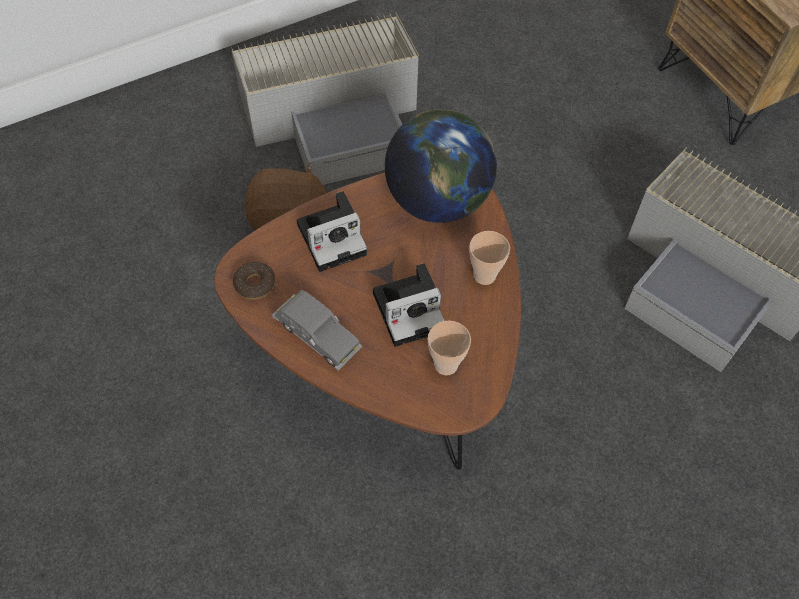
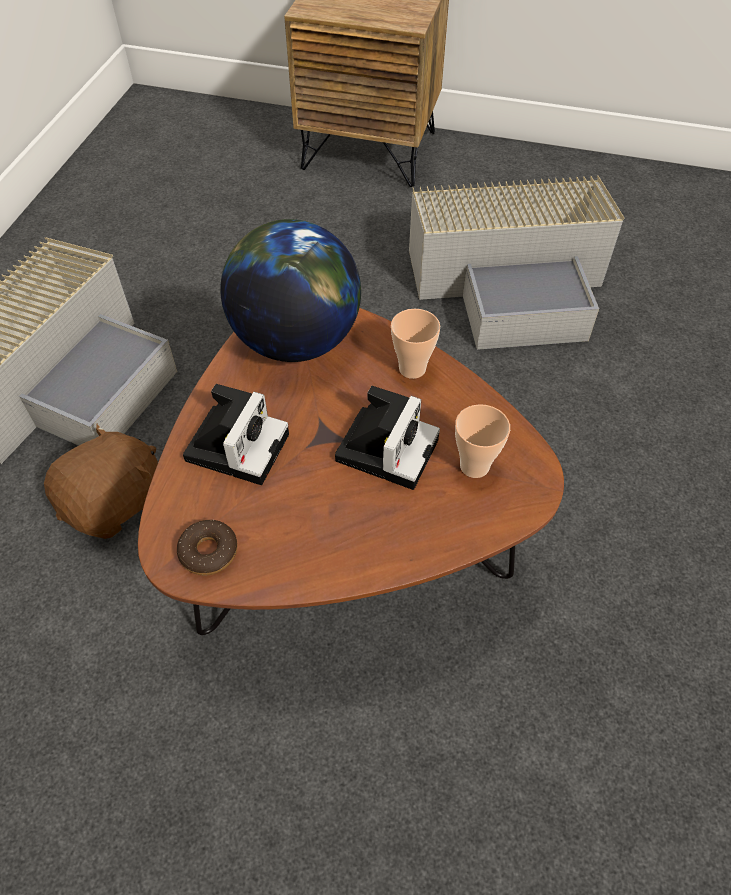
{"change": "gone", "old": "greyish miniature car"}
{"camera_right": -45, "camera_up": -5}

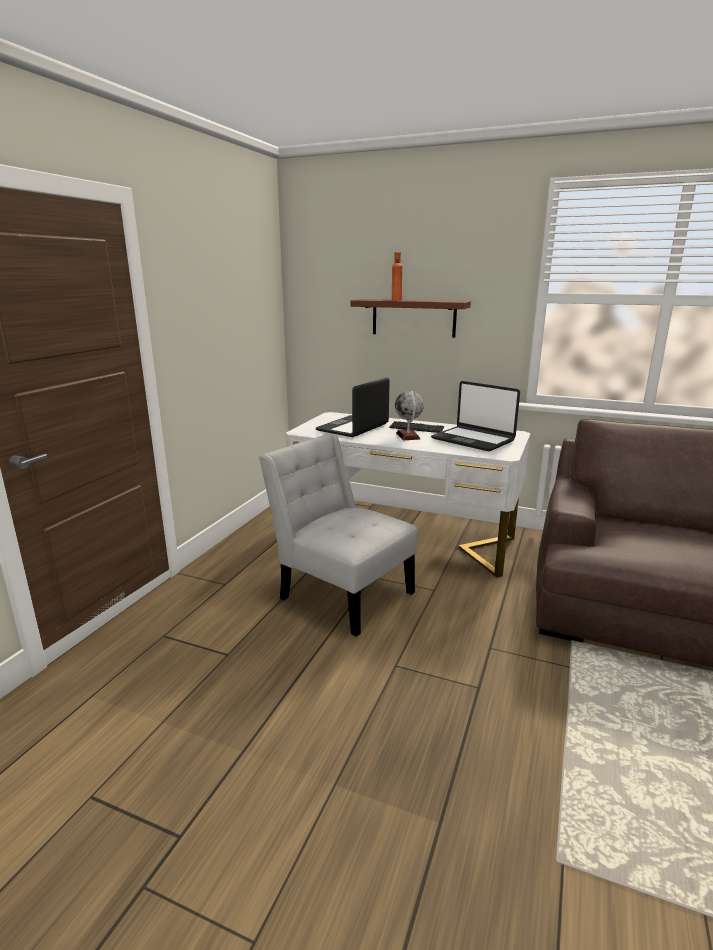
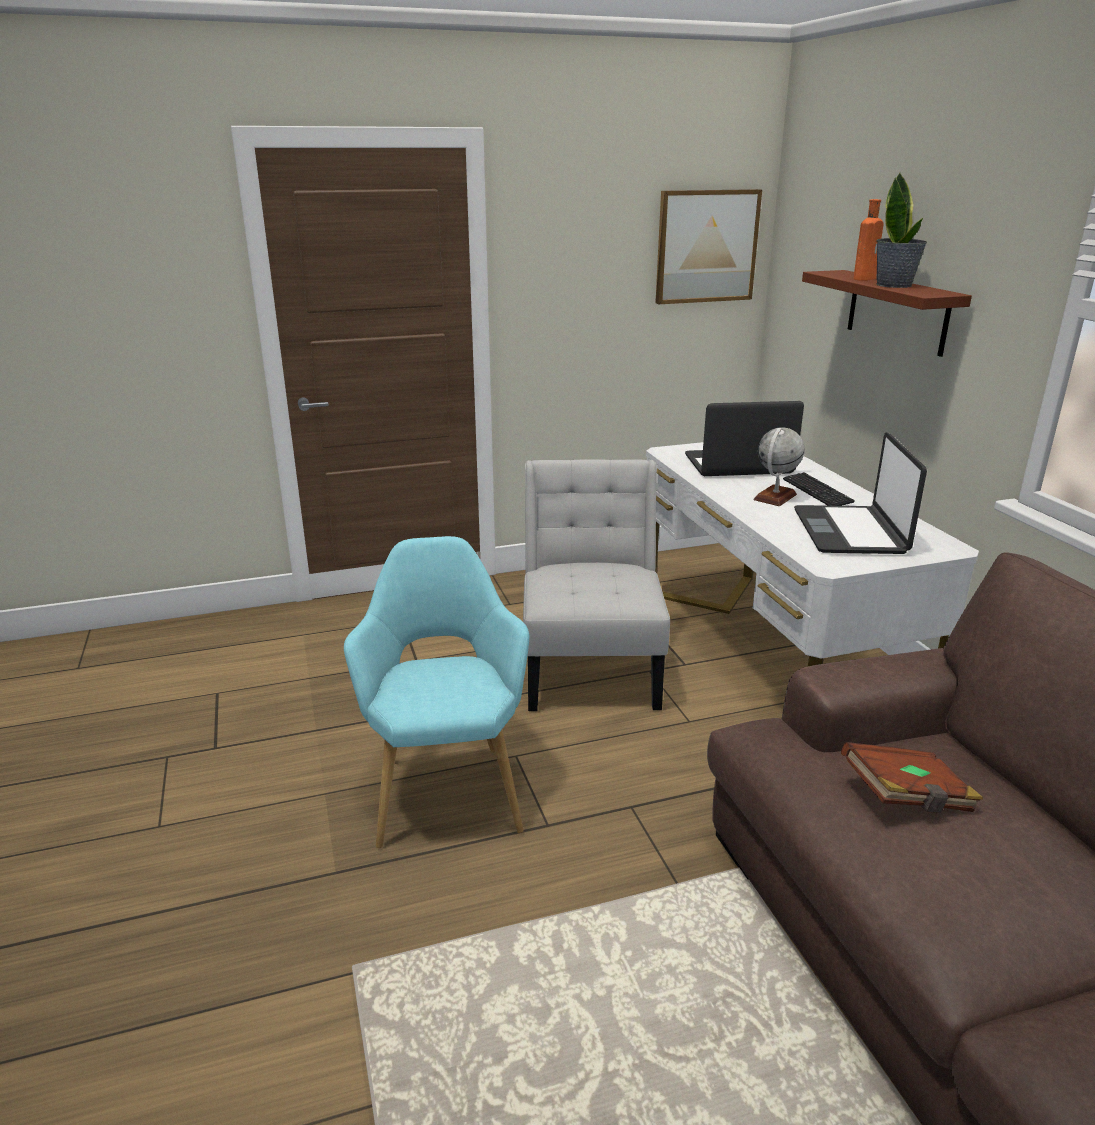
{"change": "new", "new": "plant in a pot"}
{"change": "new", "new": "wall art"}
{"change": "new", "new": "blue-green lounge chair"}
{"change": "new", "new": "brown bound book"}
{"camera_right": 50, "camera_up": 5}

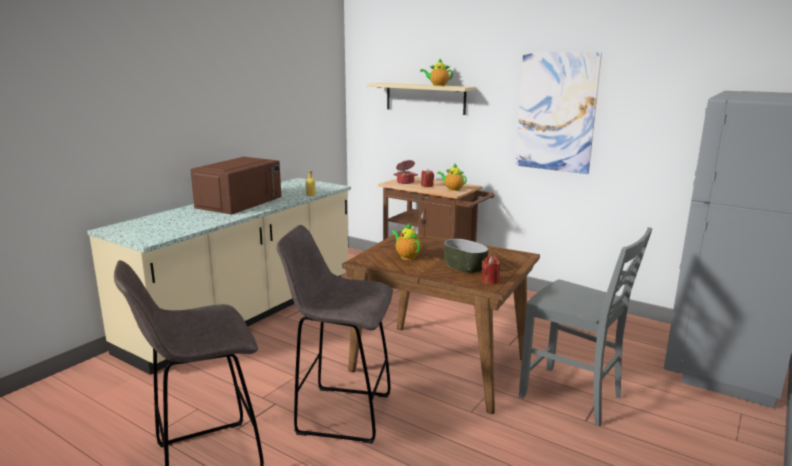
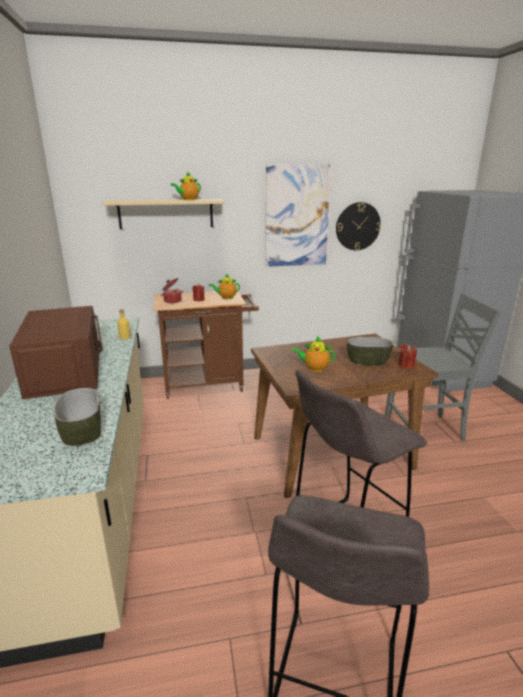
{"change": "new", "new": "hanging clock"}
{"change": "new", "new": "deep dish (no. 1 from left)"}
{"camera_right": -45, "camera_up": 5}

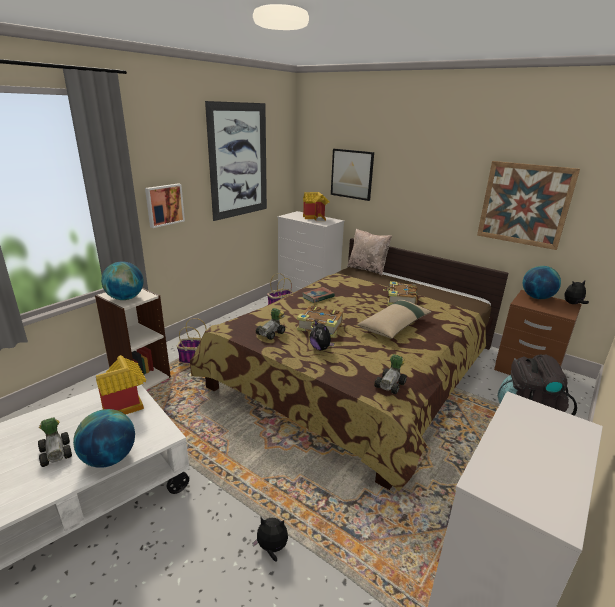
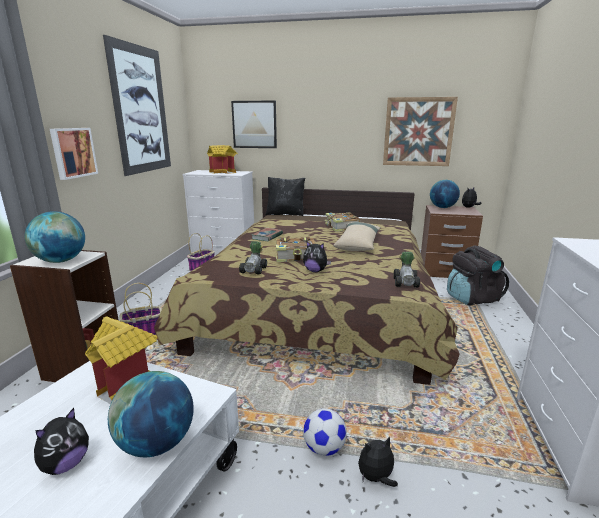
{"change": "repainted", "old": "sand-coloured cushion (no. 1 from left)", "new": "black cushion"}
{"change": "swapped", "old": "miniature car (no. 1 from left)", "new": "plush toy (no. 1 from left)"}
{"change": "new", "new": "ball for football"}
{"camera_right": -25, "camera_up": -5}

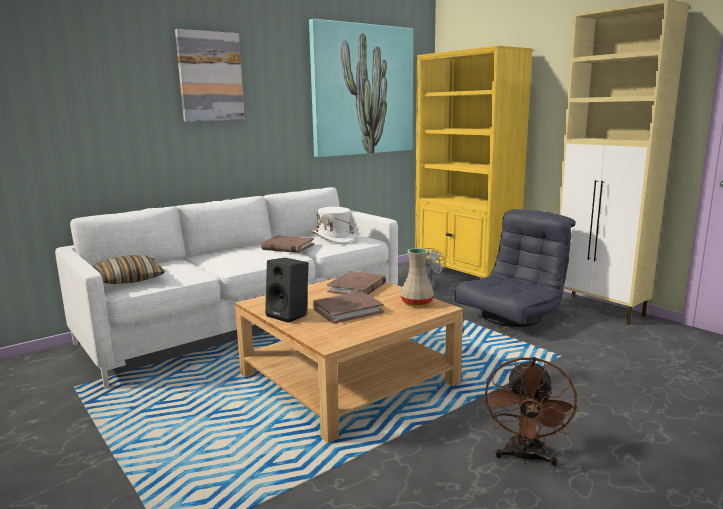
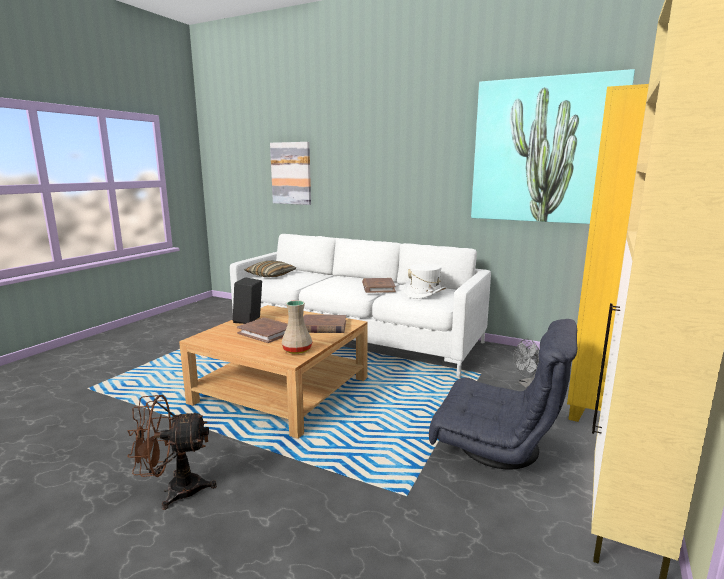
{"change": "shifted", "old": "wall art (no. 1 from left)"}
{"camera_right": 65, "camera_up": 0}

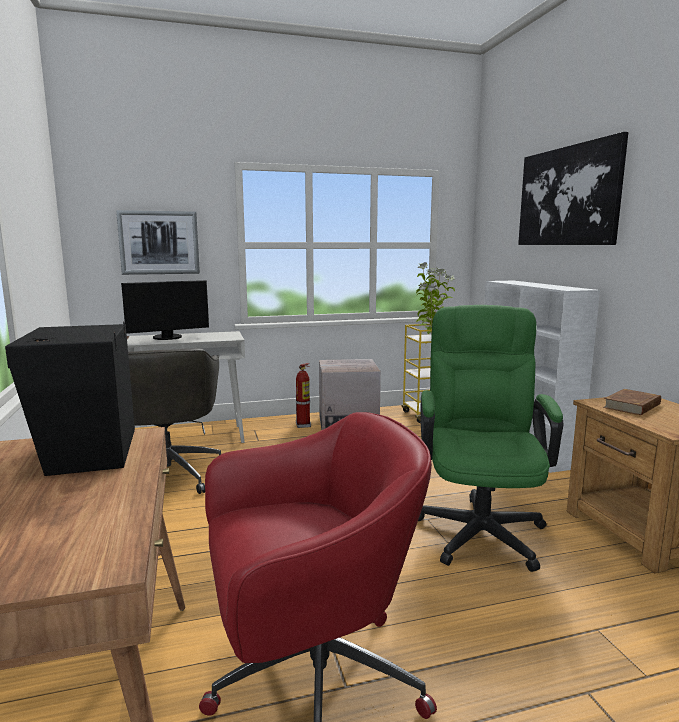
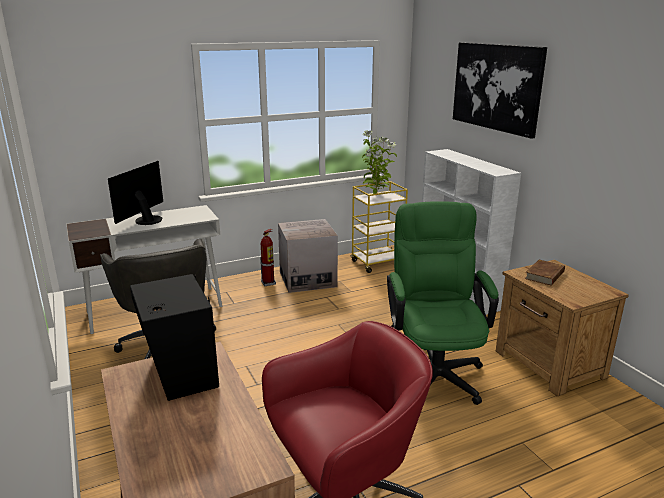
{"change": "gone", "old": "wall art (no. 1 from left)"}
{"change": "rotated", "old": "monitor", "degrees": 150}
{"camera_right": -10, "camera_up": 10}

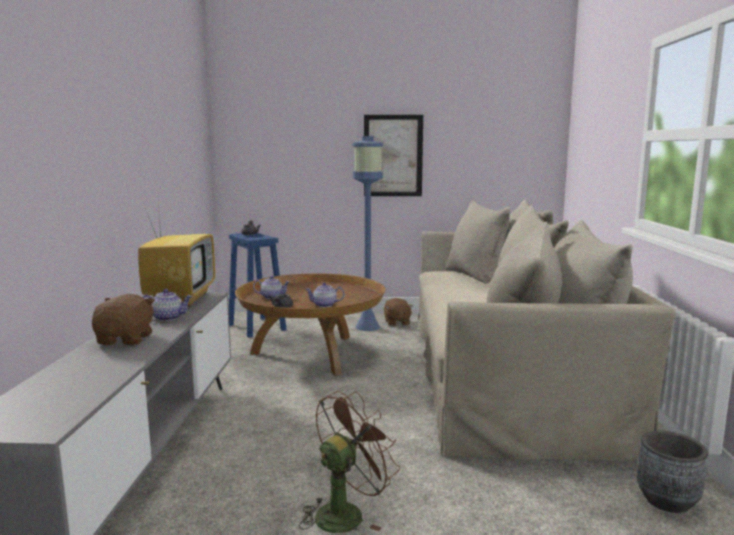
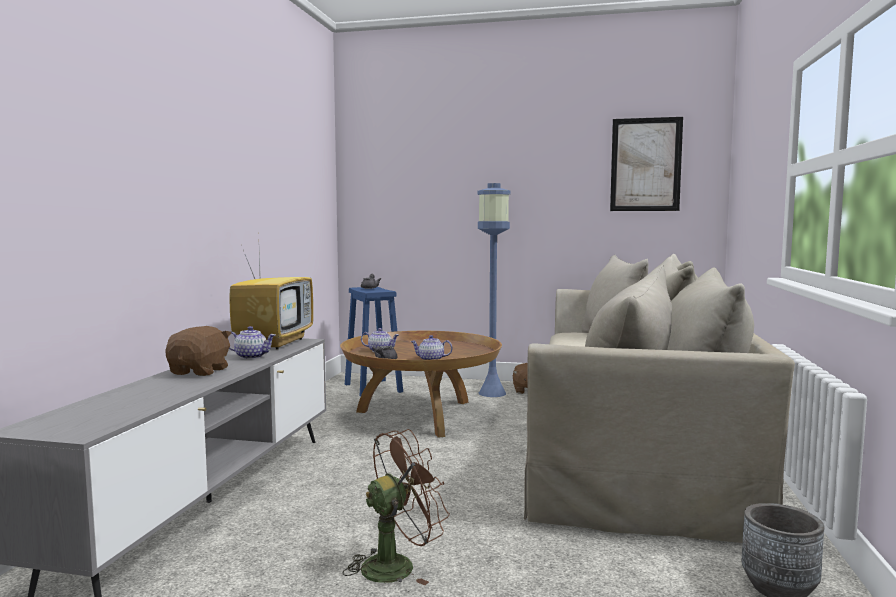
{"change": "shifted", "old": "wall art"}
{"camera_right": 10, "camera_up": -5}

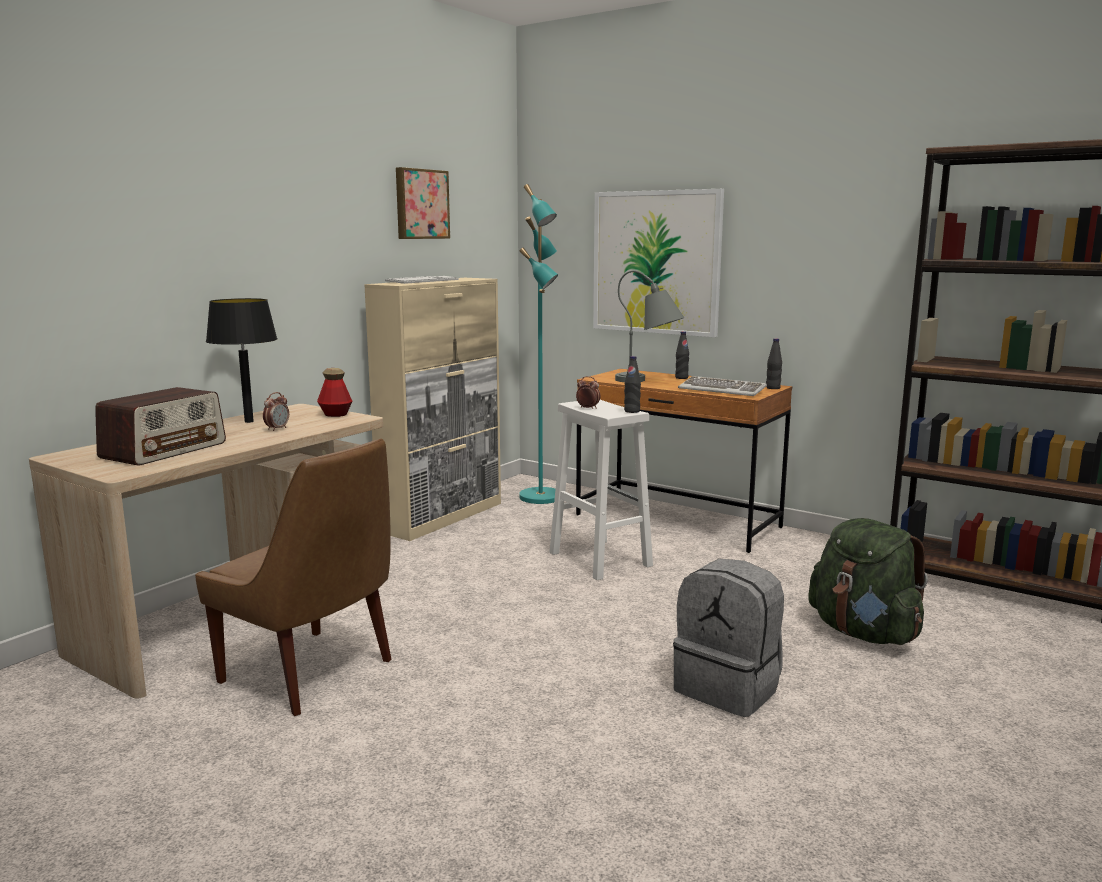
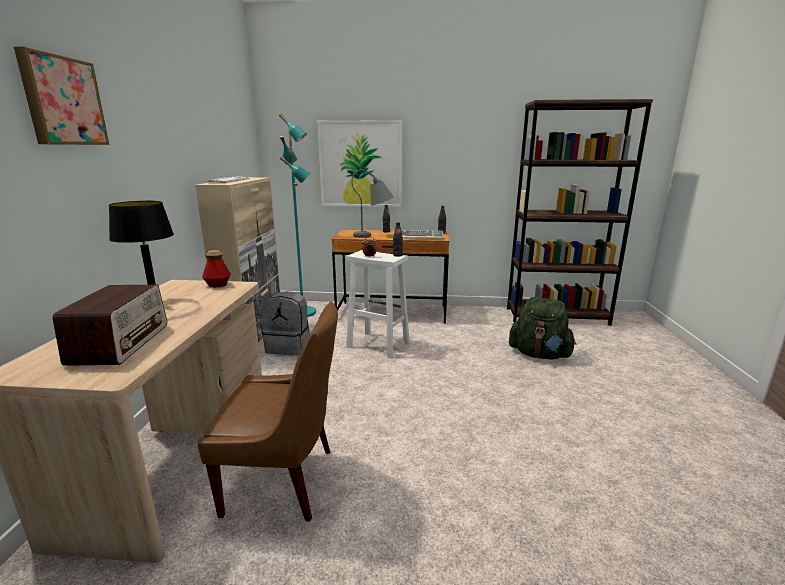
{"change": "shifted", "old": "wall art (no. 1 from left)"}
{"change": "gone", "old": "table clock (no. 1 from left)"}
{"change": "shifted", "old": "greyish rucksack"}
{"camera_right": -30, "camera_up": 5}

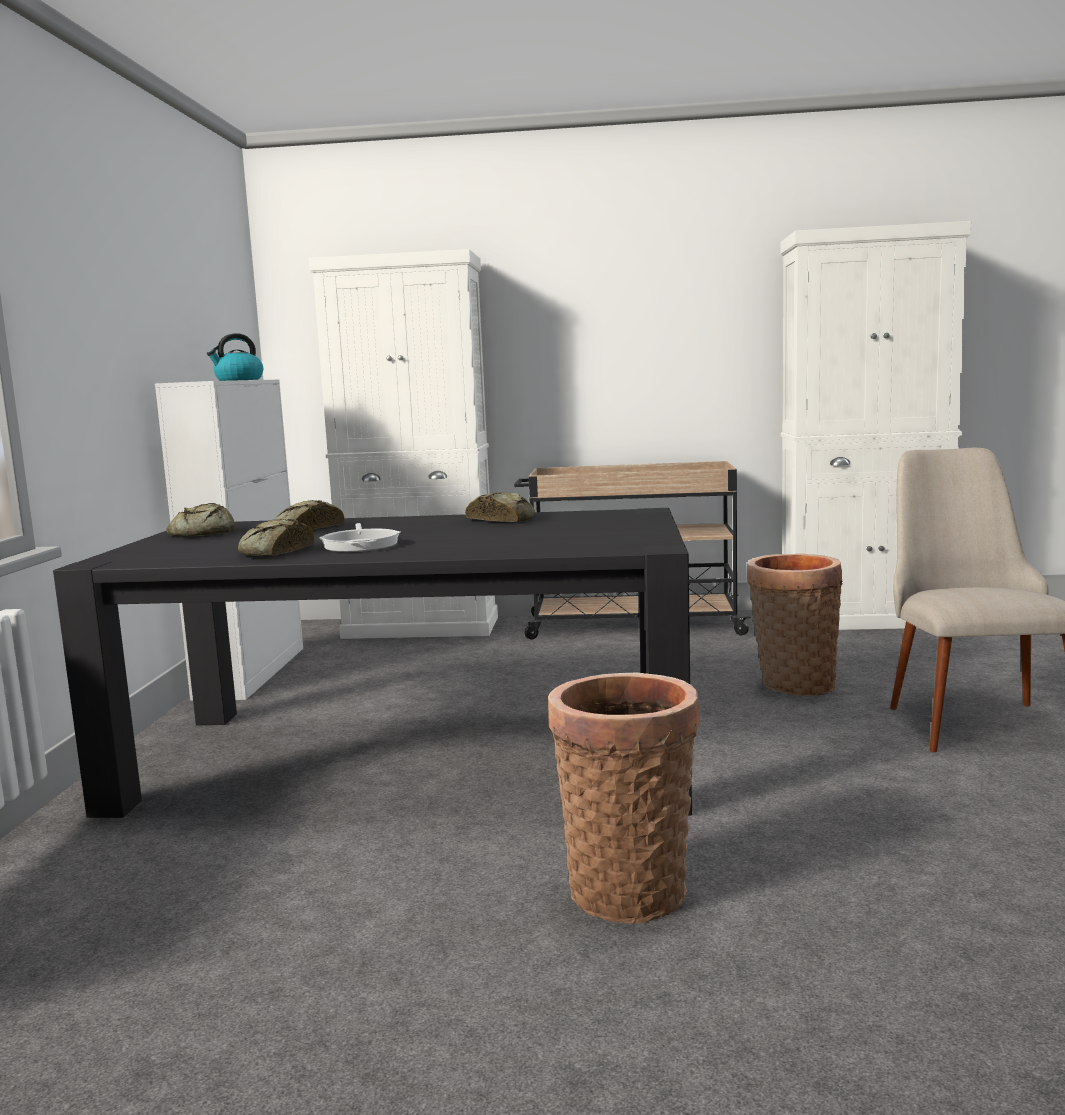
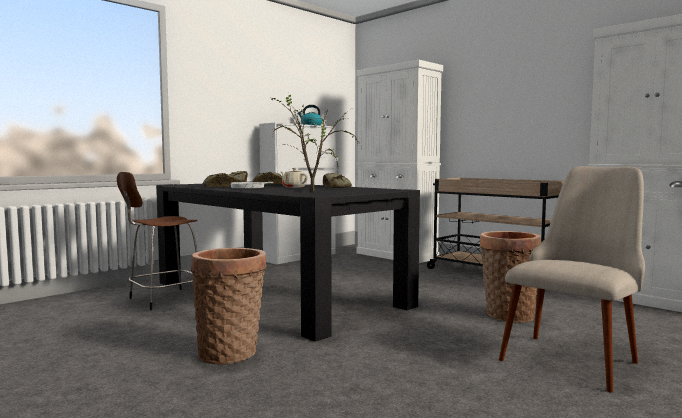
{"change": "new", "new": "plant in a pot"}
{"change": "new", "new": "sand-coloured tea pot"}
{"change": "new", "new": "brown stool"}
{"camera_right": 40, "camera_up": -5}

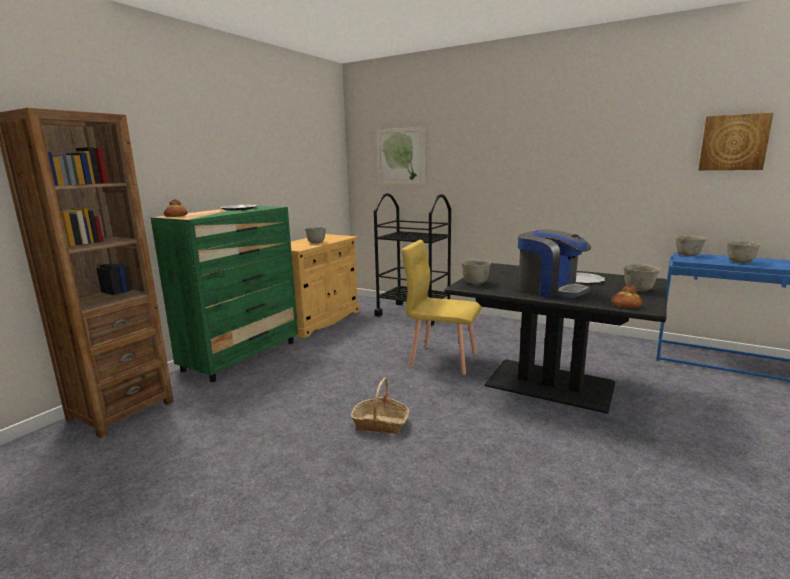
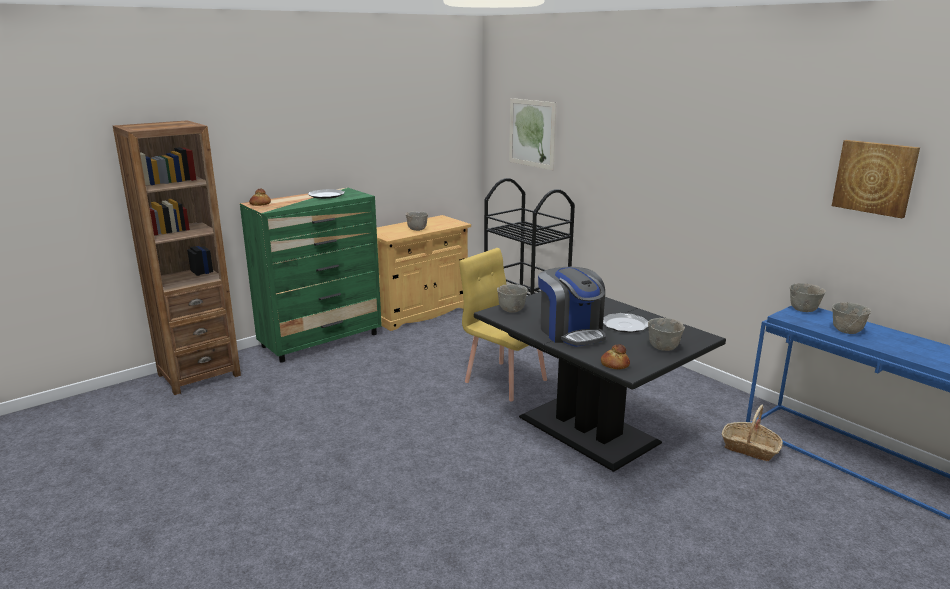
{"change": "shifted", "old": "household basket"}
{"camera_right": 20, "camera_up": 5}

